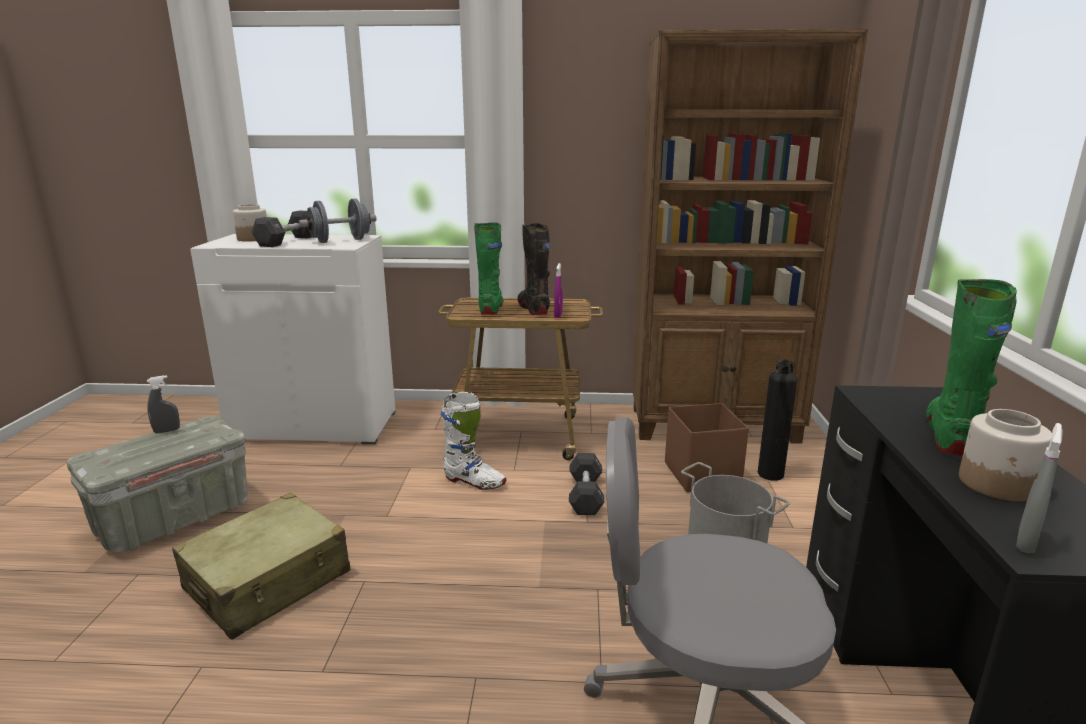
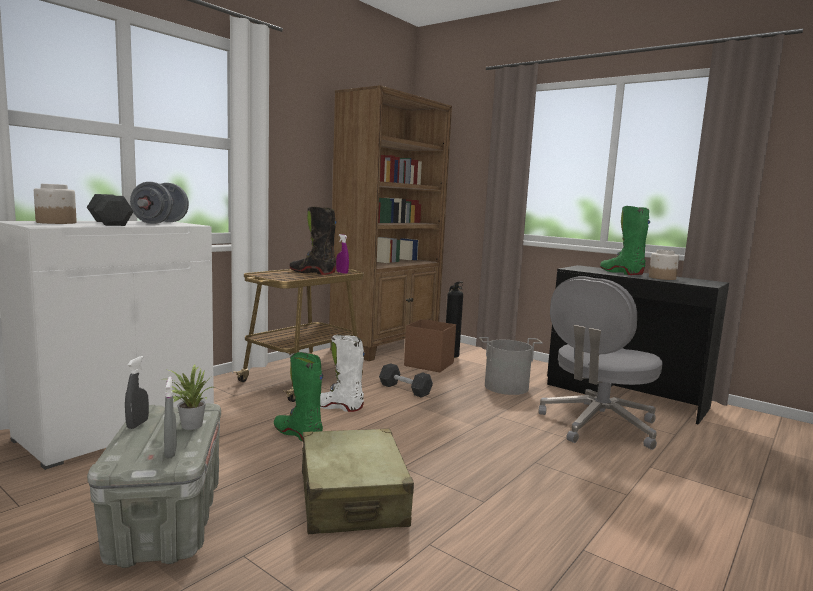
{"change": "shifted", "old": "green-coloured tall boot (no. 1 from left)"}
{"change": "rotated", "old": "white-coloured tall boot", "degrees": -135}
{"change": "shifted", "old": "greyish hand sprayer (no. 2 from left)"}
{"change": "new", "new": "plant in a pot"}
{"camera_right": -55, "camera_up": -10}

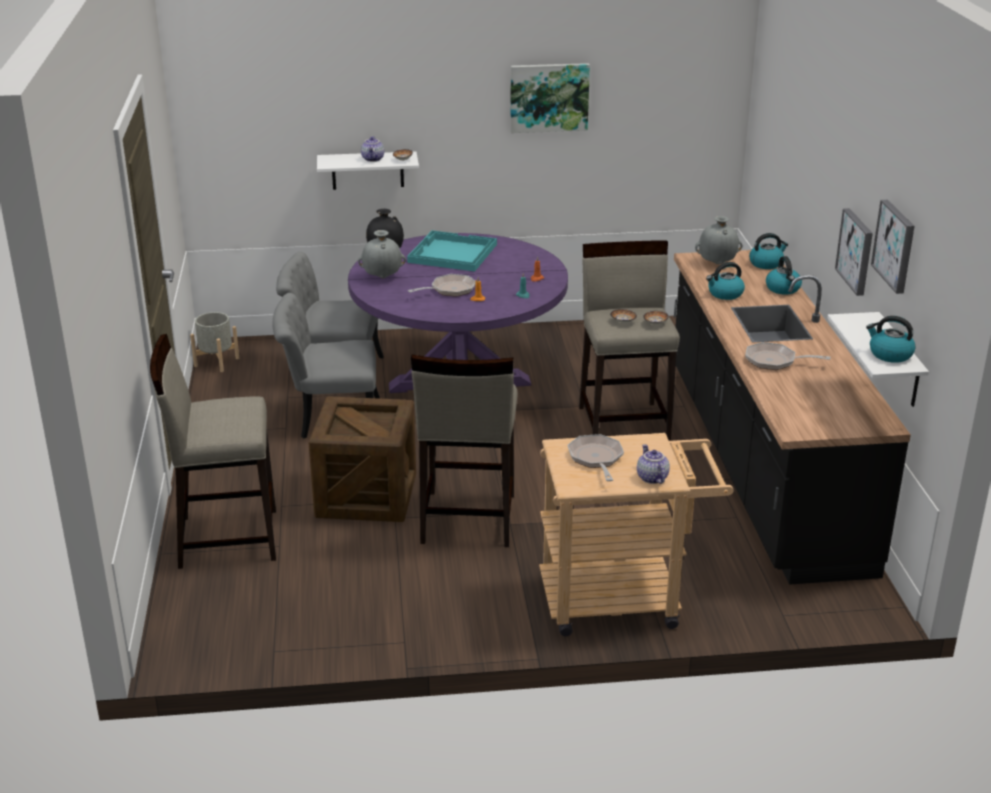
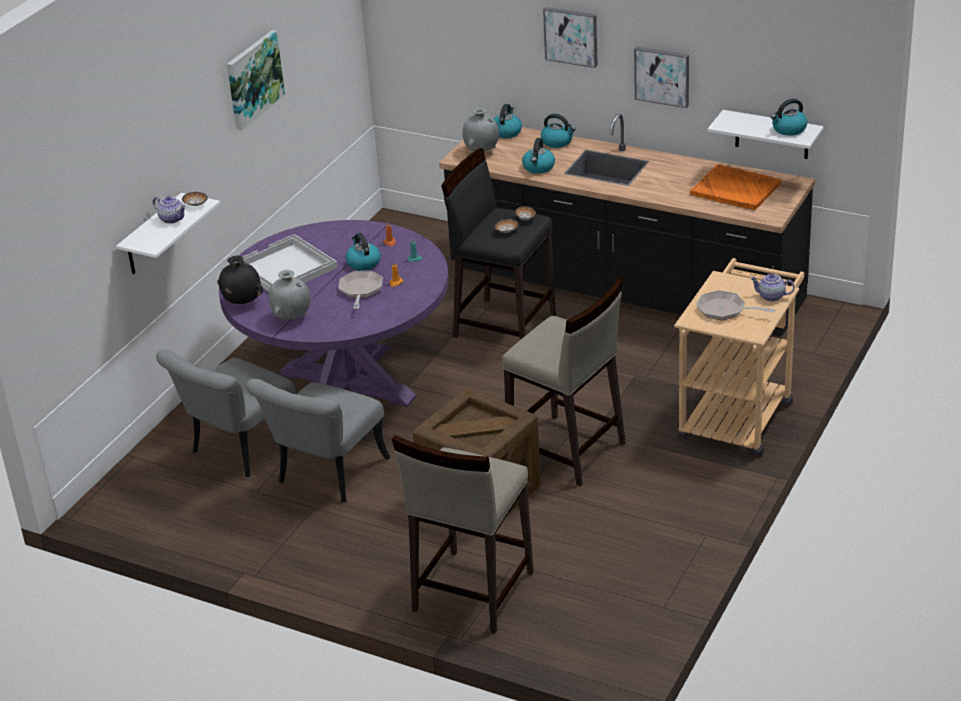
{"change": "shifted", "old": "wall art (no. 3 from left in the first image)", "new": "wall art (no. 2 from left)"}
{"change": "repainted", "old": "blue-green carrying tray", "new": "white-coloured carrying tray"}
{"change": "repainted", "old": "sand-coloured stool (no. 3 from left)", "new": "black stool"}
{"change": "gone", "old": "greyish planter"}
{"change": "gone", "old": "skillet (no. 3 from left)"}
{"change": "new", "new": "orange-coloured carrying tray"}
{"change": "new", "new": "tea kettle (no. 1 from left)"}
{"camera_right": -55, "camera_up": 5}

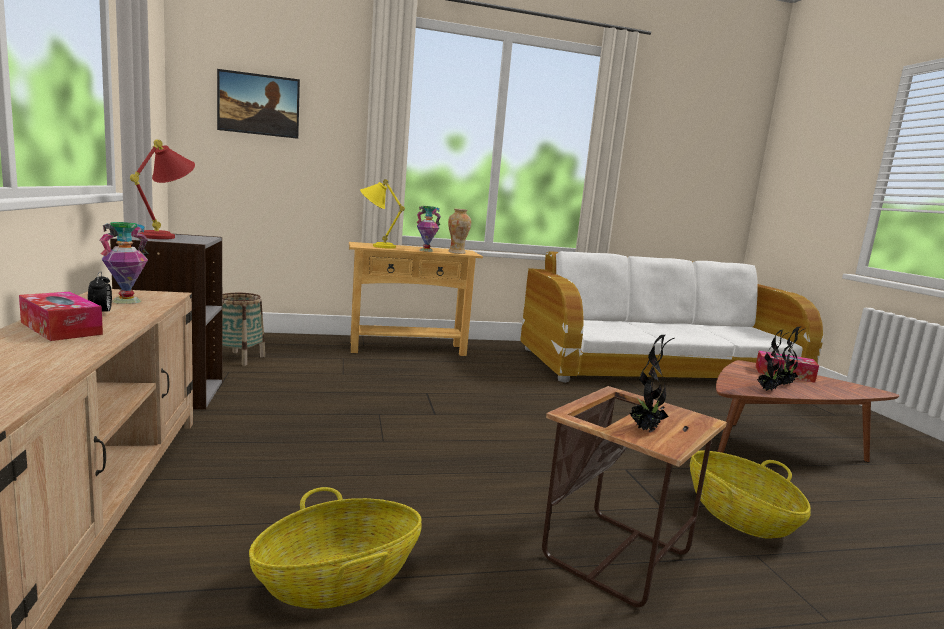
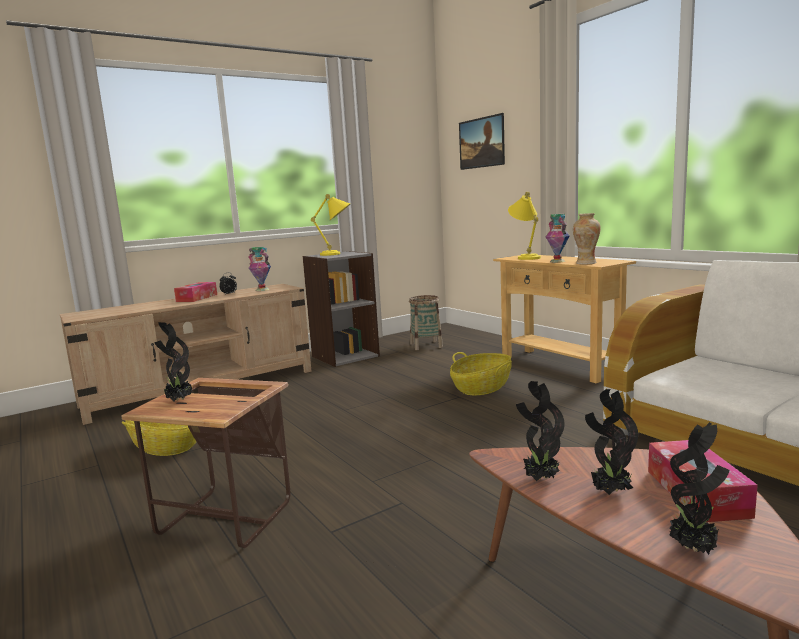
{"change": "repainted", "old": "red-coloured table lamp", "new": "yellowish table lamp (no. 1 from left)"}
{"change": "shifted", "old": "household basket (no. 3 from left)"}
{"change": "new", "new": "plant in a pot (no. 4 from left)"}
{"camera_right": 70, "camera_up": 0}

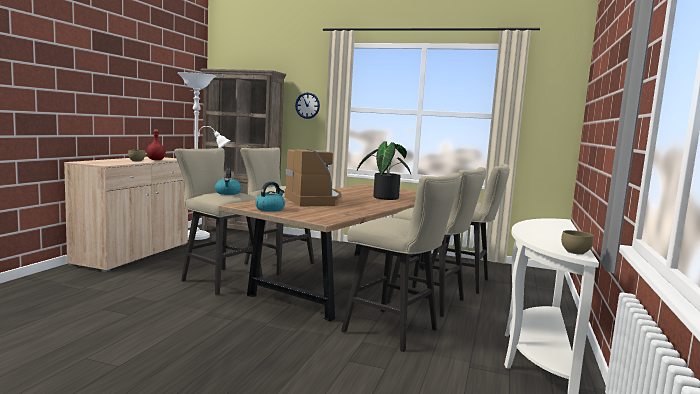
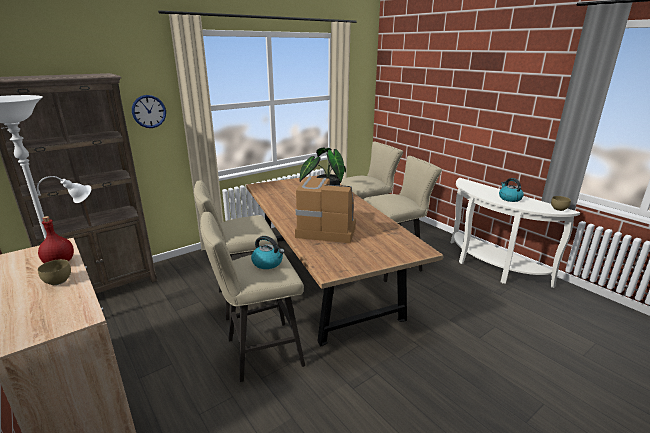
{"change": "gone", "old": "sand-coloured stool (no. 3 from left)"}
{"change": "shifted", "old": "tea kettle (no. 2 from left)"}
{"camera_right": -55, "camera_up": 15}

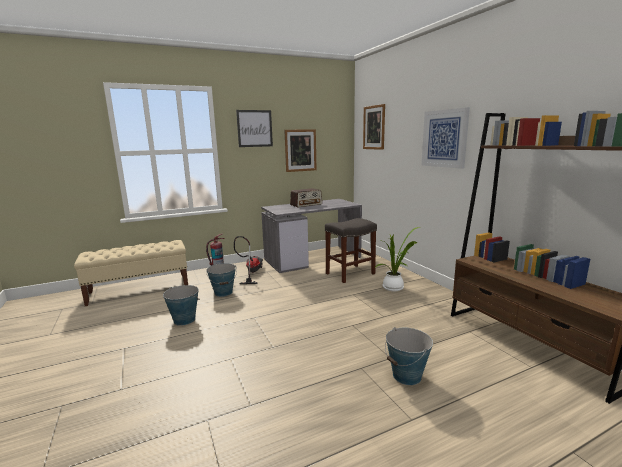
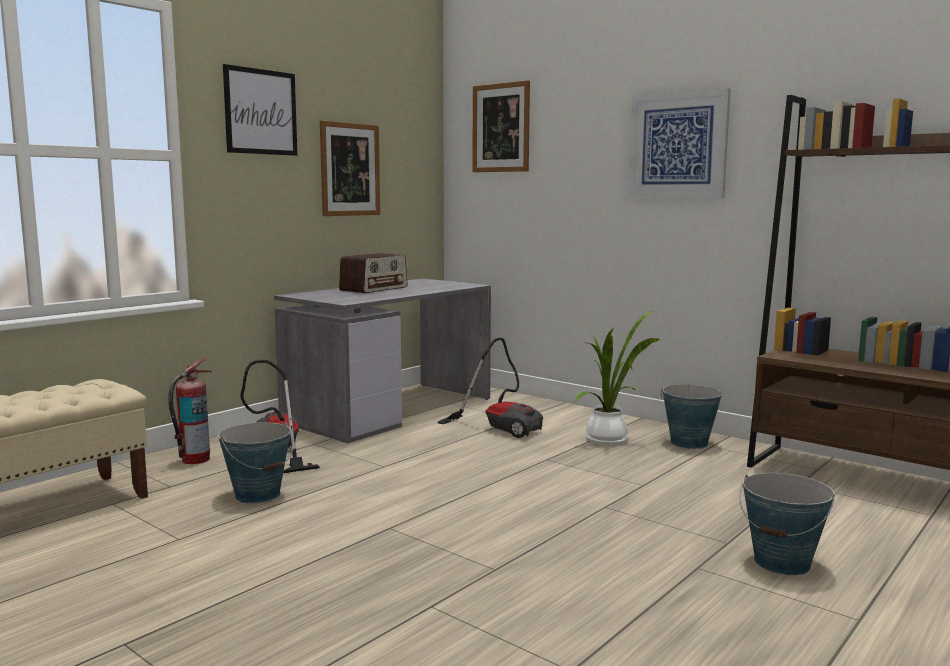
{"change": "swapped", "old": "greyish stool", "new": "vacuum (no. 2 from left)"}
{"change": "shifted", "old": "pail (no. 1 from left in the first image)", "new": "pail (no. 2 from left)"}
{"camera_right": -25, "camera_up": -5}

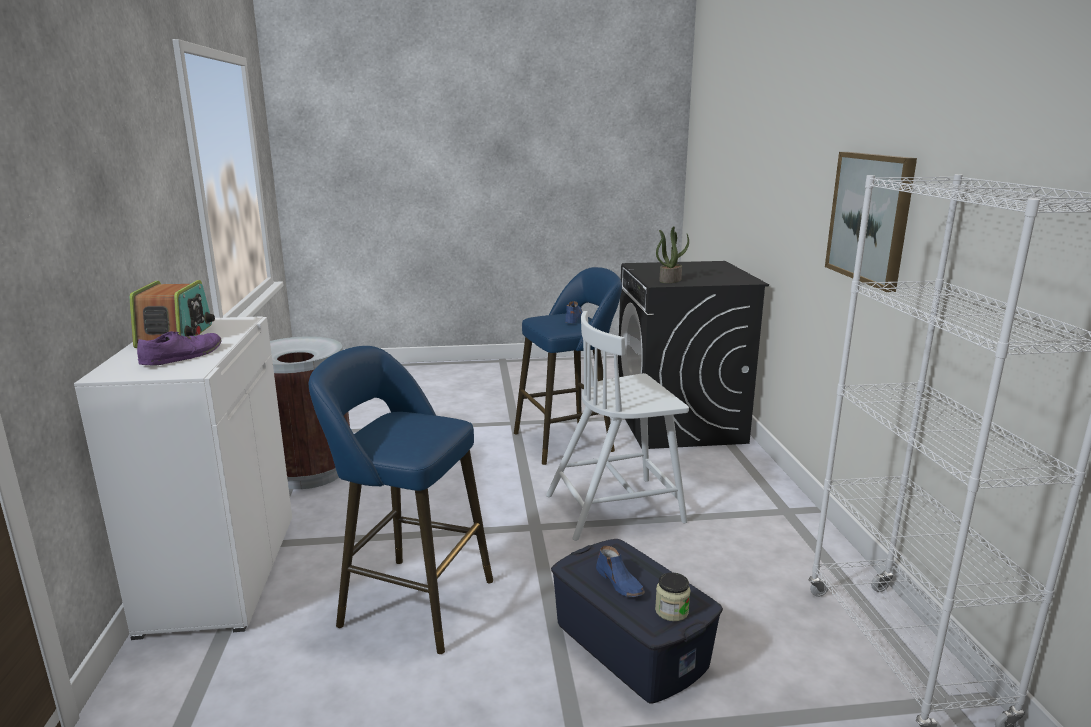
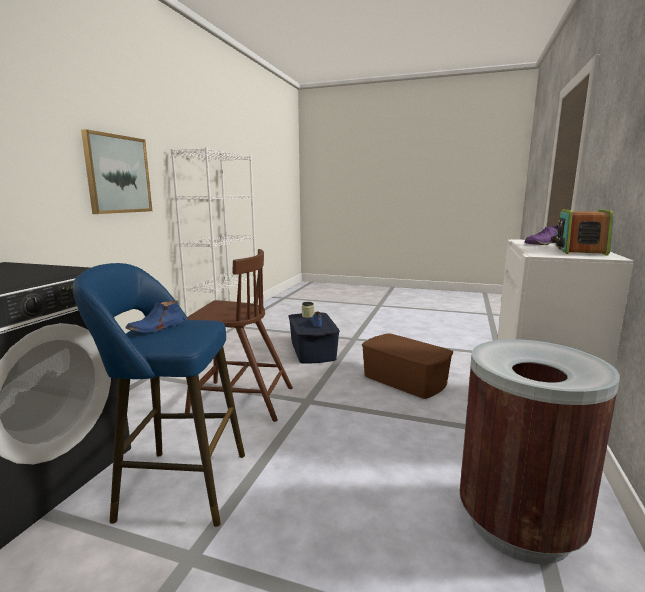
{"change": "gone", "old": "plant in a pot"}
{"change": "repainted", "old": "white-coloured plain chair", "new": "brown plain chair"}
{"change": "swapped", "old": "blue stool (no. 1 from left)", "new": "brown storage container"}
{"camera_right": -155, "camera_up": -5}

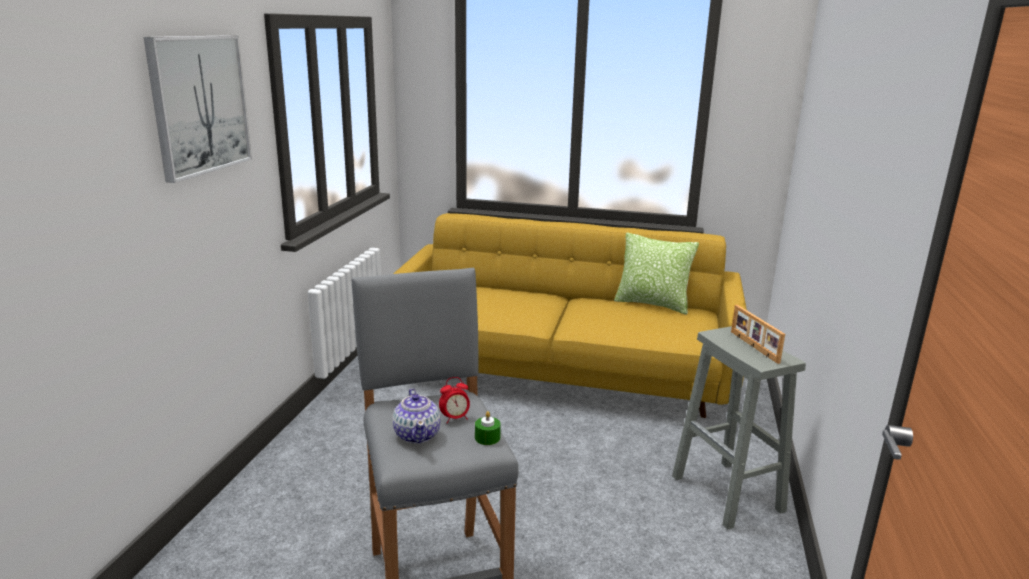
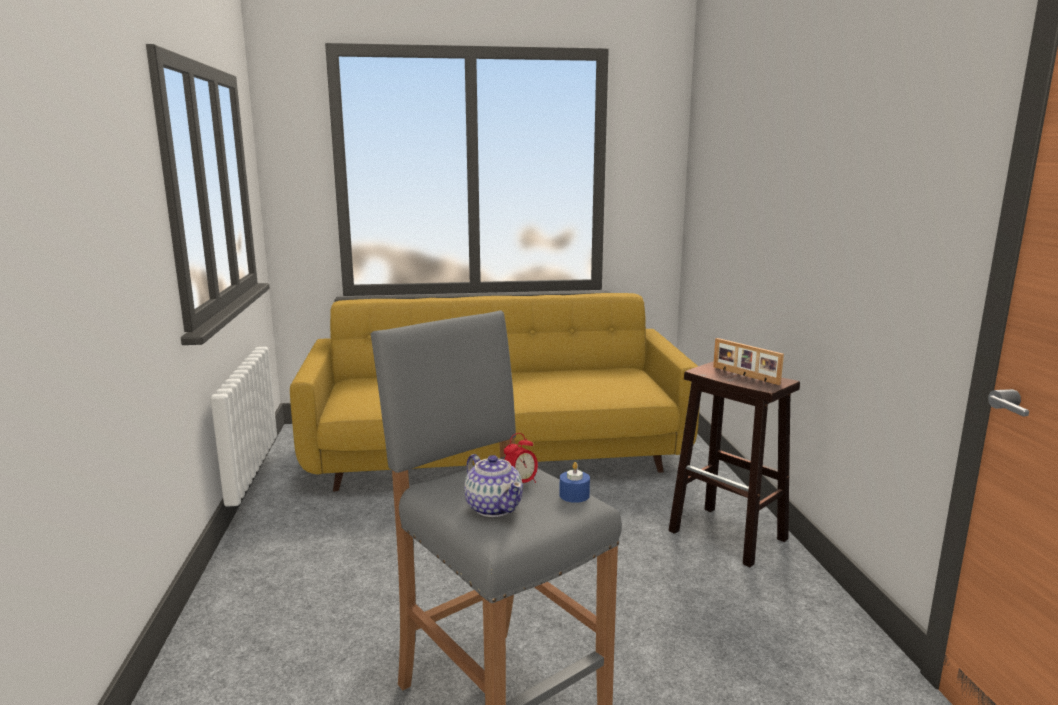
{"change": "gone", "old": "wall art"}
{"change": "gone", "old": "cushion"}
{"change": "repainted", "old": "greyish stool (no. 2 from left)", "new": "brown stool"}
{"change": "repainted", "old": "green-coloured wax candle", "new": "blue wax candle"}
{"camera_right": -20, "camera_up": -5}

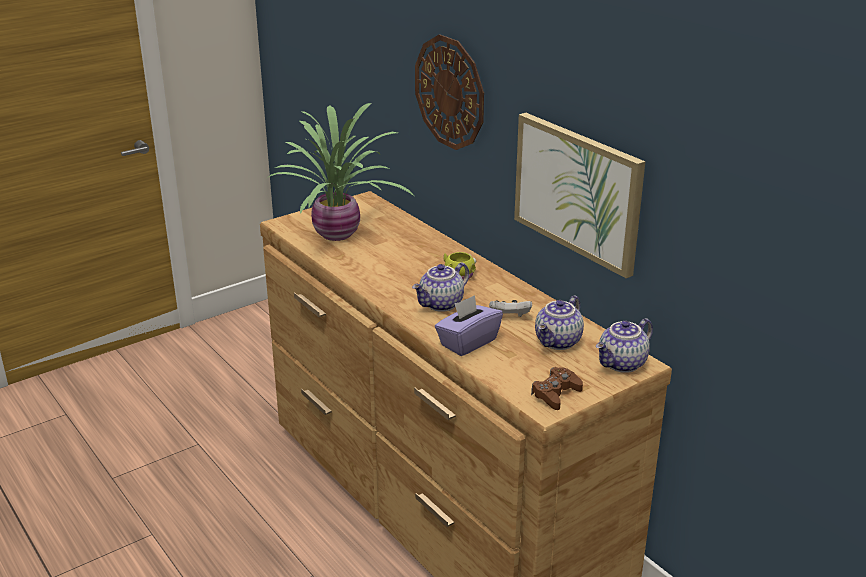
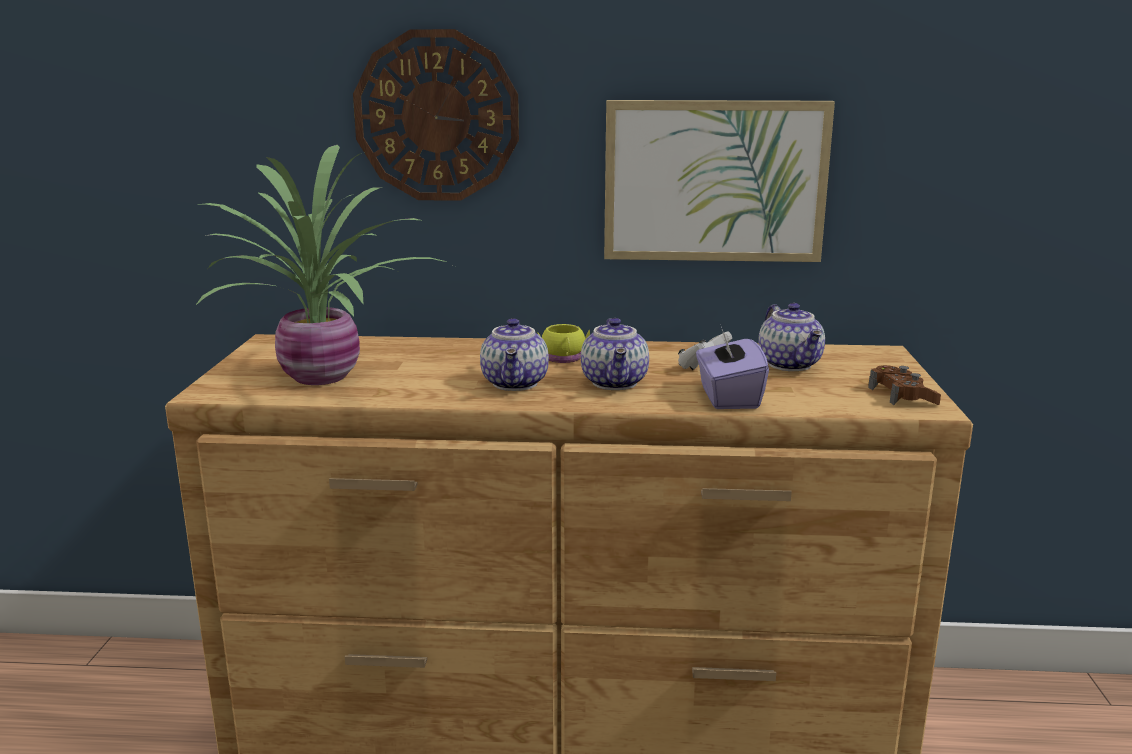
{"change": "shifted", "old": "tea pot (no. 3 from left in the first image)", "new": "tea pot (no. 1 from left)"}
{"camera_right": -50, "camera_up": -10}

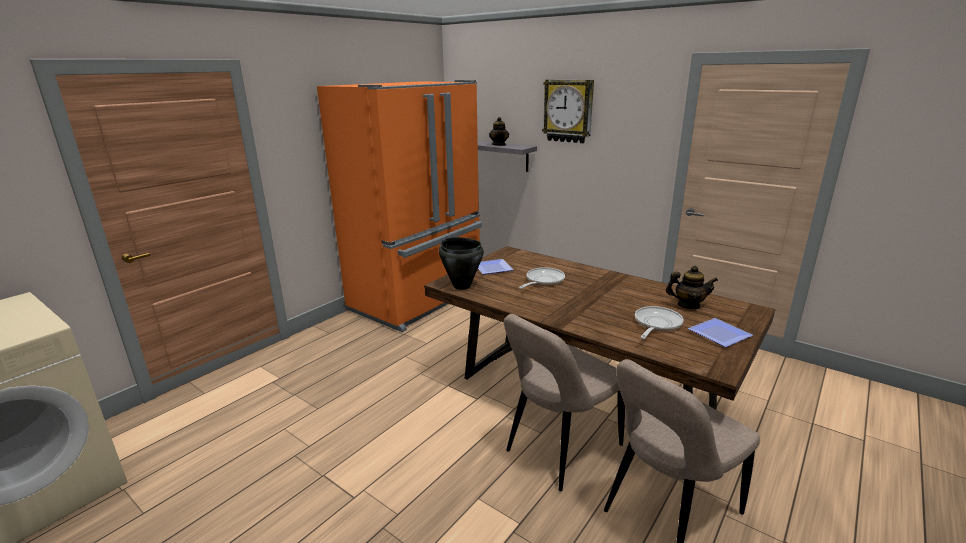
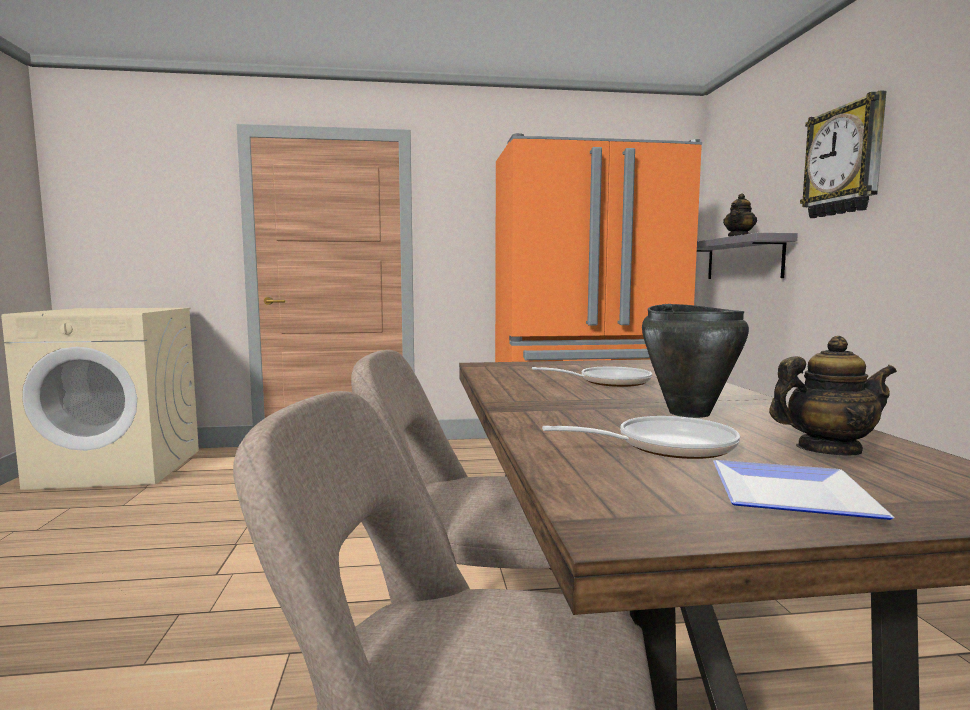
{"change": "shifted", "old": "black stockpot"}
{"change": "gone", "old": "dinner plate (no. 1 from left)"}
{"change": "rotated", "old": "tea pot (no. 2 from left)", "degrees": -60}
{"camera_right": 45, "camera_up": -15}

